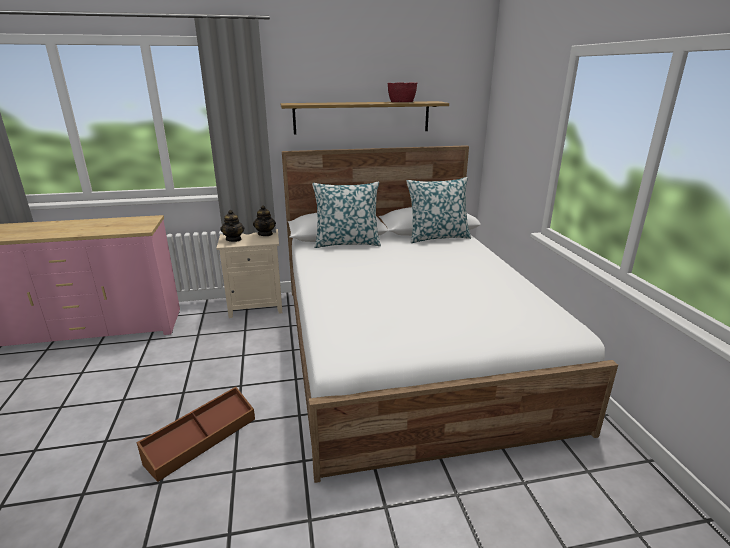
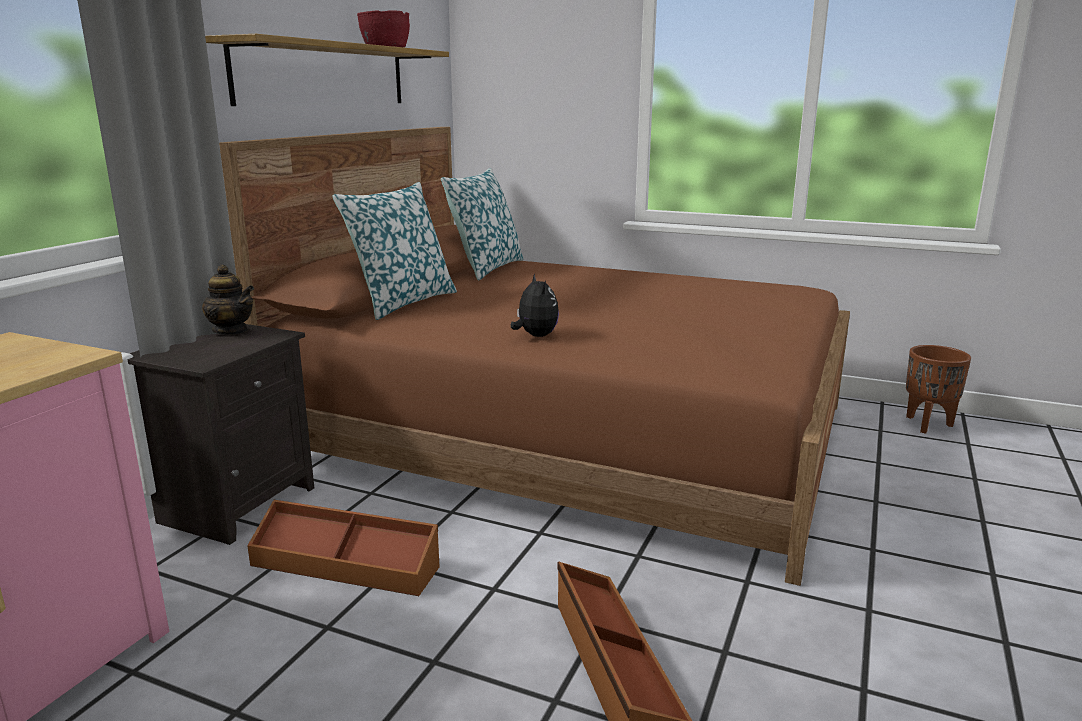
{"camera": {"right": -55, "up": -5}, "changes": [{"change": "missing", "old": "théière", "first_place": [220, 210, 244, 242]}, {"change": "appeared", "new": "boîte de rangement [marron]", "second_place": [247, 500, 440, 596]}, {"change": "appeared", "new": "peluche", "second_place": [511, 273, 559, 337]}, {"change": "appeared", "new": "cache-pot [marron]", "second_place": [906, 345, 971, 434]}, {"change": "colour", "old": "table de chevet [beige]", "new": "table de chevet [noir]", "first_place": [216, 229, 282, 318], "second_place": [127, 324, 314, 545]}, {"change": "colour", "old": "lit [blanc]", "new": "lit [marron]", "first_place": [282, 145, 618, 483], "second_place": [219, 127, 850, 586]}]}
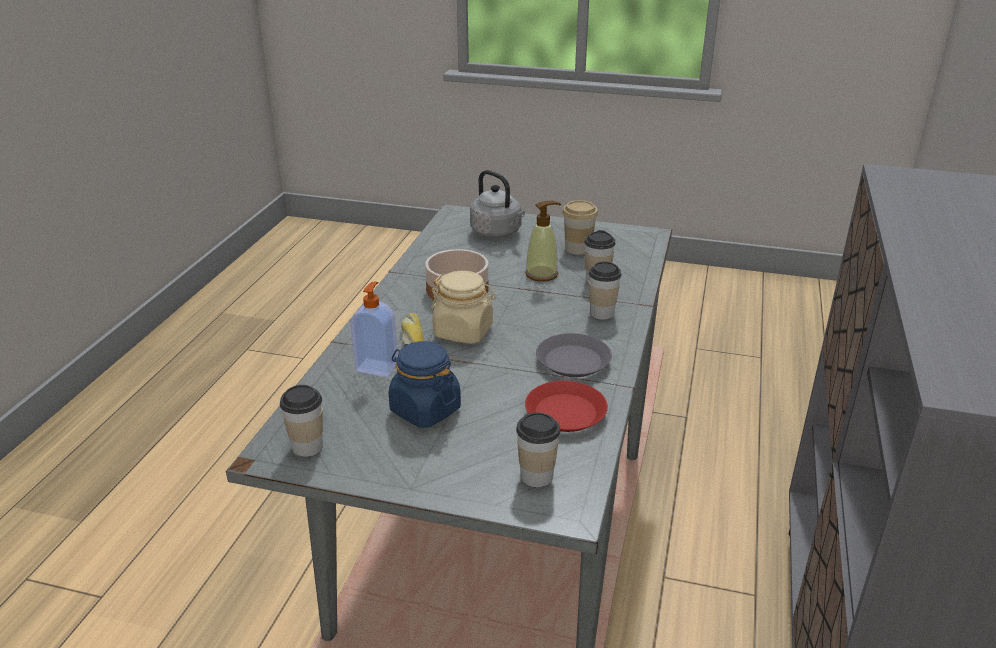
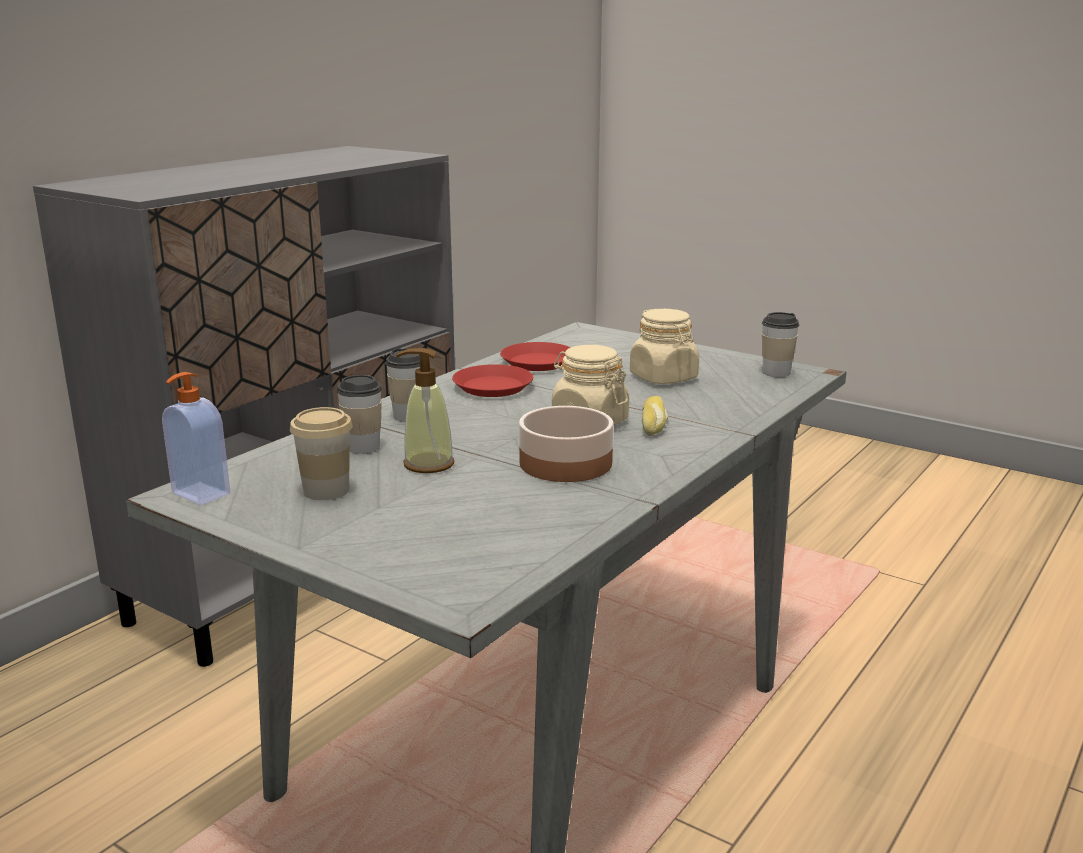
{"camera": {"right": -160, "up": -10}, "changes": [{"change": "missing", "old": "bouilloire [gris]", "first_place": [470, 170, 525, 238]}, {"change": "missing", "old": "tasse", "first_place": [516, 412, 560, 487]}, {"change": "relocated", "old": "distributeur de savon", "first_place": [350, 282, 398, 377], "second_place": [162, 372, 230, 505]}, {"change": "colour", "old": "bocal [bleu]", "new": "bocal [beige]", "first_place": [388, 341, 461, 428], "second_place": [630, 309, 699, 384]}, {"change": "colour", "old": "assiette [gris]", "new": "assiette [rouge]", "first_place": [536, 333, 612, 377], "second_place": [452, 364, 533, 397]}]}
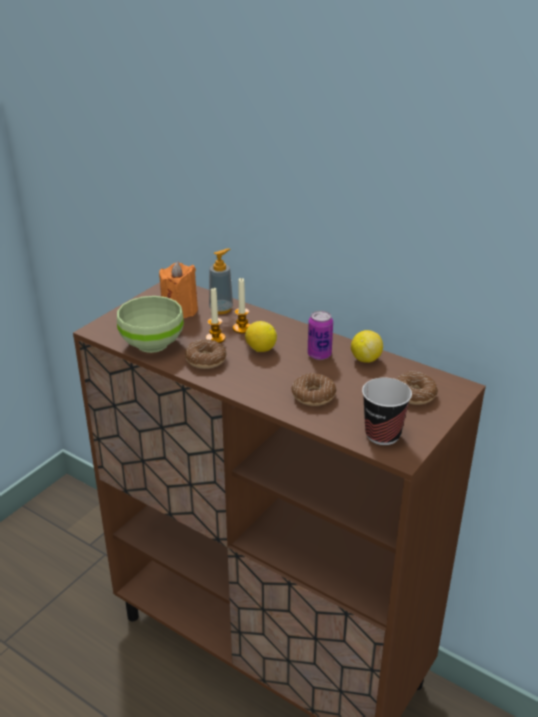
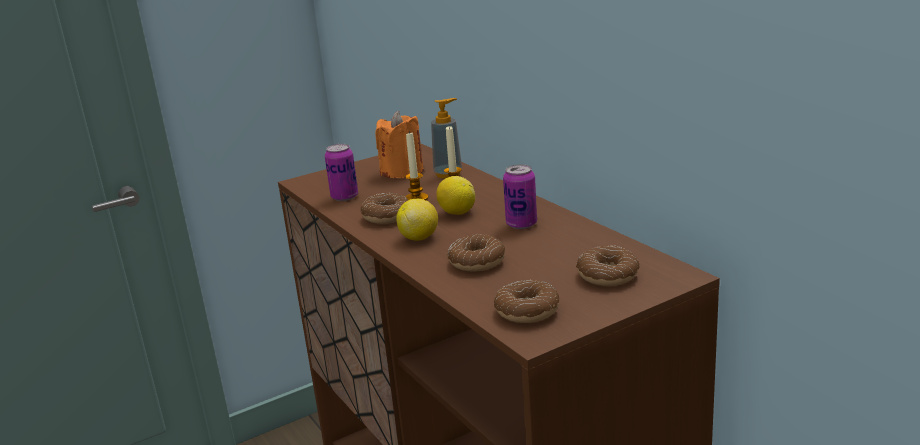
{"camera": {"right": 25, "up": -10}, "changes": [{"change": "relocated", "old": "citron", "first_place": [351, 330, 383, 363], "second_place": [396, 199, 438, 241]}, {"change": "exchanged", "old": "bol [vert]", "new": "boîte métallique", "first_place": [117, 296, 184, 353], "second_place": [325, 144, 358, 201]}, {"change": "exchanged", "old": "tasse", "new": "beignet", "first_place": [362, 378, 412, 445], "second_place": [494, 280, 560, 323]}]}
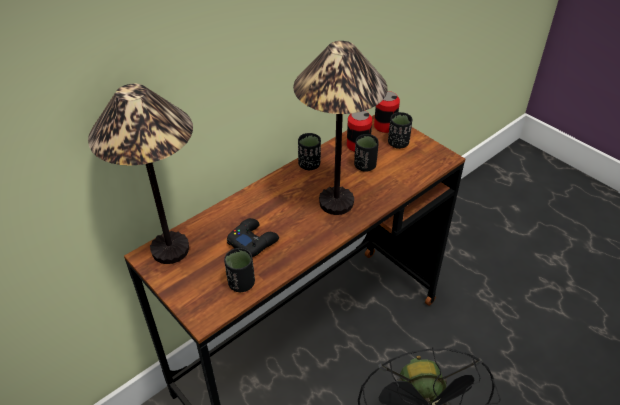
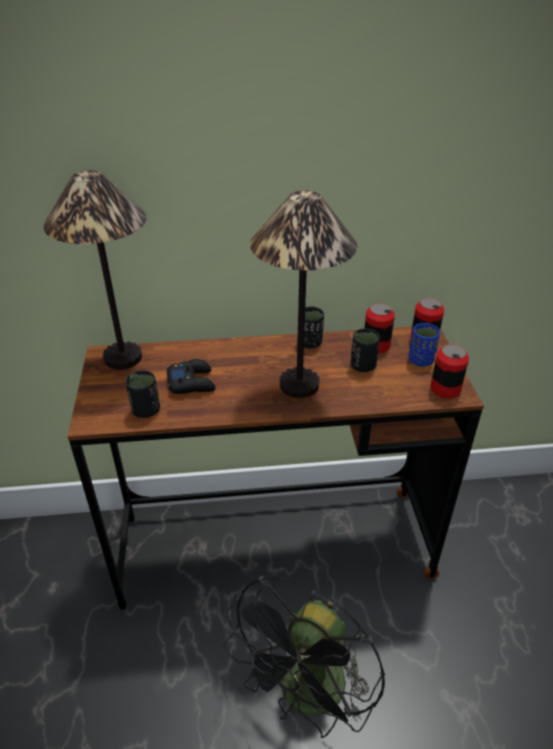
{"camera": {"right": 35, "up": -5}, "changes": [{"change": "appeared", "new": "boîte métallique", "second_place": [430, 345, 469, 399]}, {"change": "colour", "old": "tasse [noir]", "new": "tasse [bleu]", "first_place": [388, 112, 412, 149], "second_place": [408, 323, 440, 367]}]}
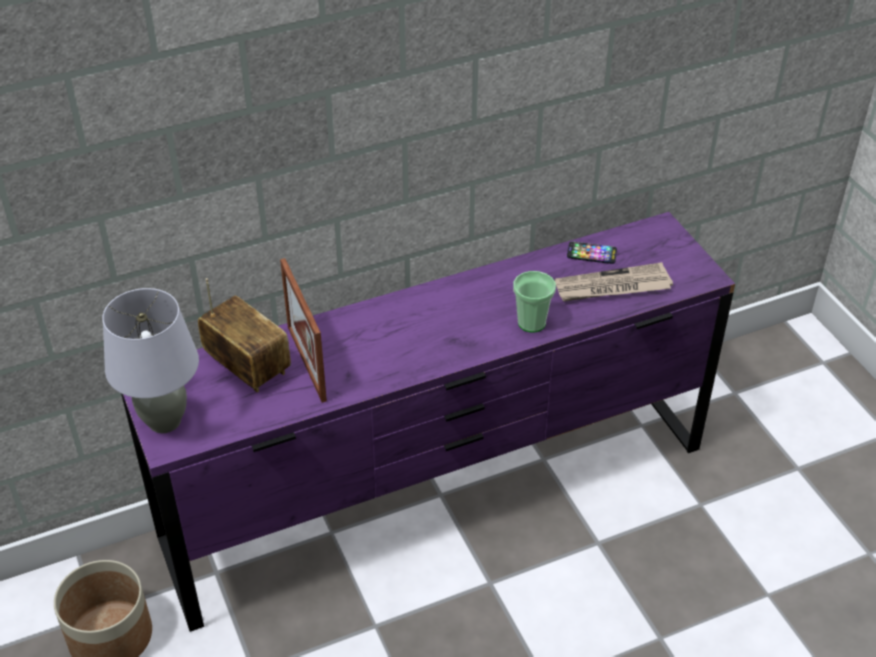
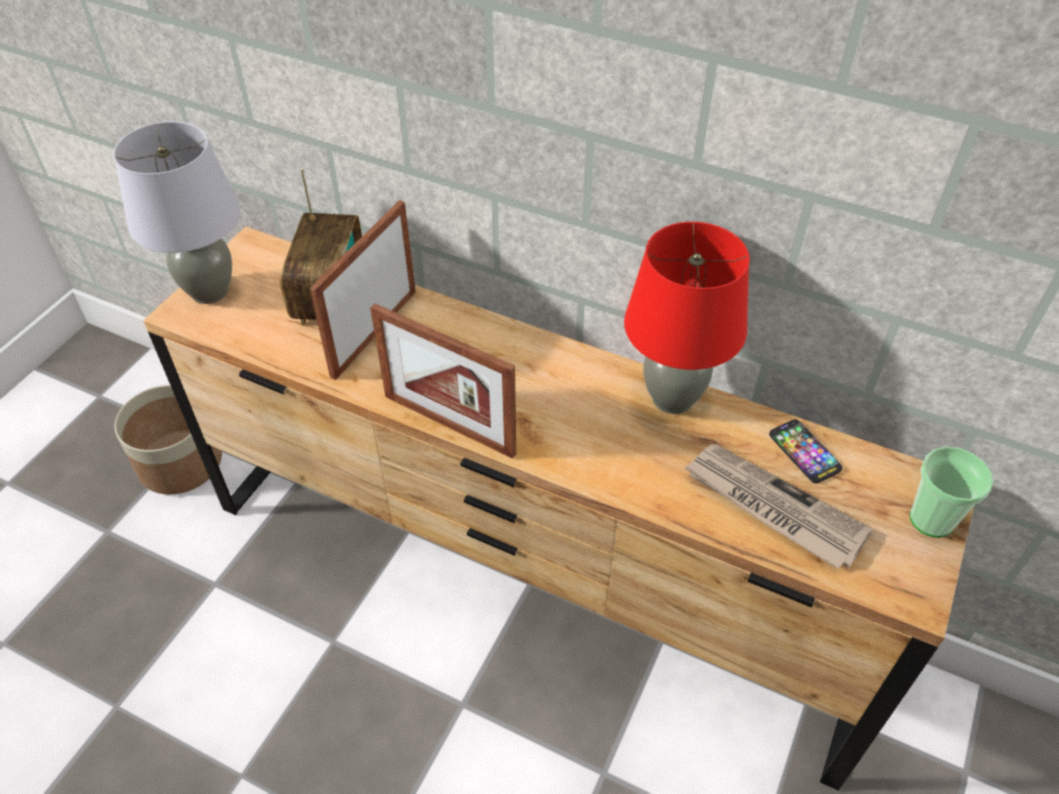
{"camera": {"right": 50, "up": 5}, "changes": [{"change": "appeared", "new": "cadre photo", "second_place": [370, 303, 516, 459]}, {"change": "appeared", "new": "lampe de table [rouge]", "second_place": [624, 222, 750, 414]}, {"change": "relocated", "old": "tasse", "first_place": [513, 271, 556, 333], "second_place": [910, 447, 993, 538]}, {"change": "colour", "old": "commode [violet]", "new": "commode [marron]", "first_place": [121, 212, 735, 632], "second_place": [143, 227, 974, 791]}]}
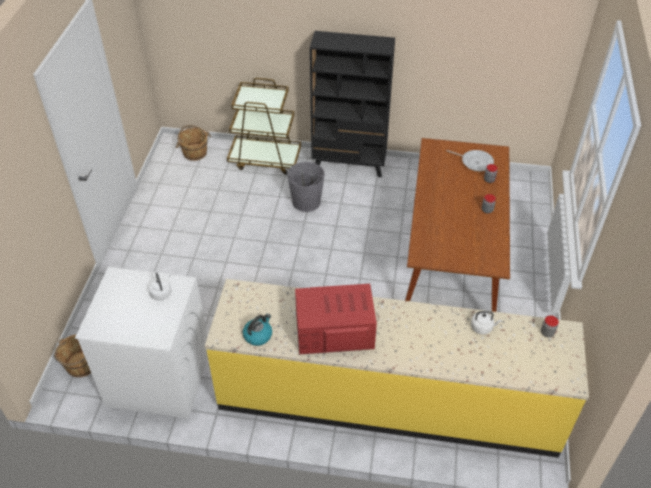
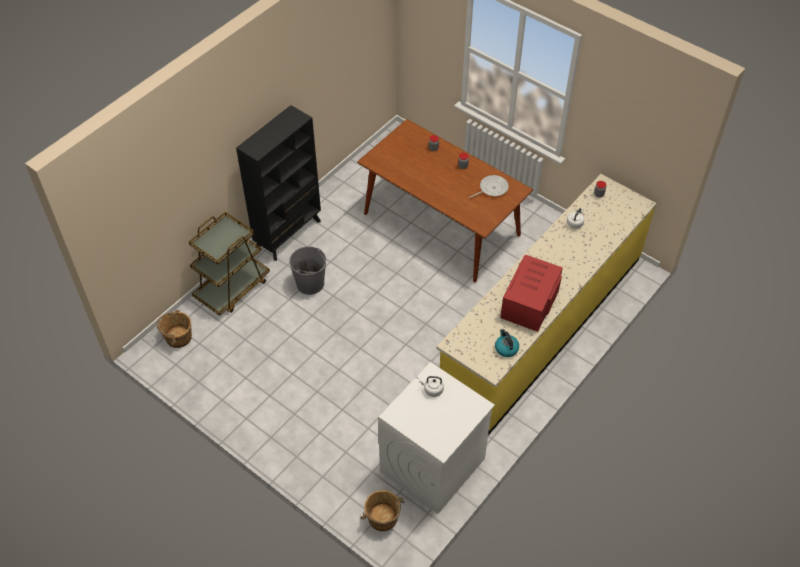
{"camera": {"right": -60, "up": 5}, "changes": [{"change": "relocated", "old": "poêle", "first_place": [447, 150, 494, 172], "second_place": [468, 175, 509, 198]}]}
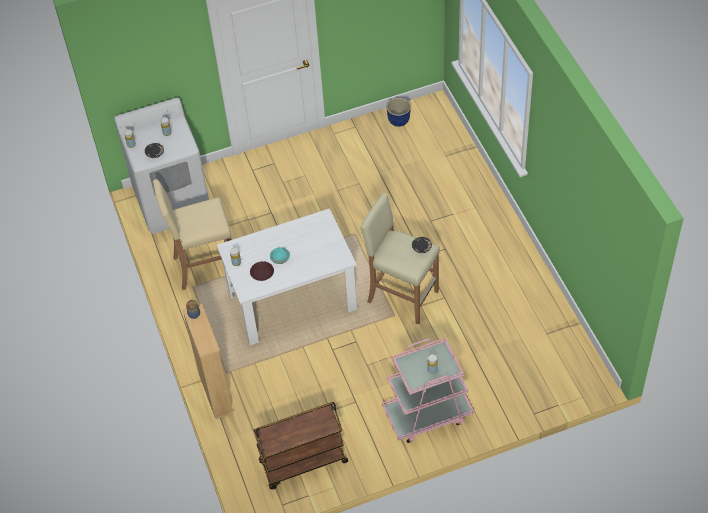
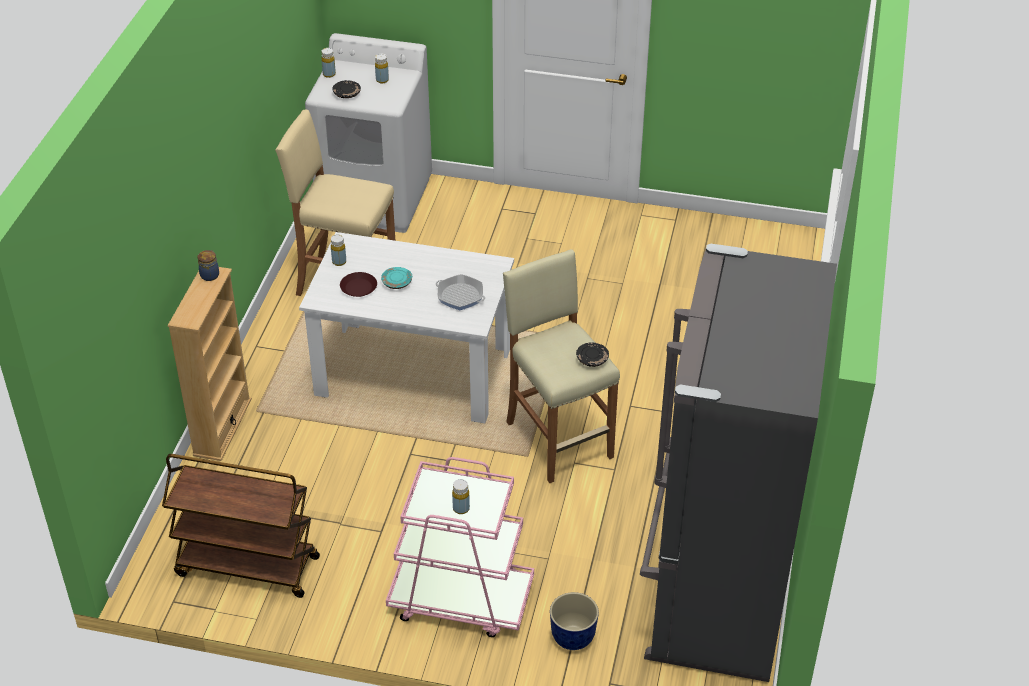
{"camera": {"right": 30, "up": -10}, "changes": [{"change": "appeared", "new": "poêle", "second_place": [436, 274, 485, 310]}, {"change": "appeared", "new": "réfrigérateur [gris]", "second_place": [640, 244, 837, 682]}, {"change": "relocated", "old": "cache-pot", "first_place": [386, 98, 411, 127], "second_place": [550, 592, 599, 650]}]}
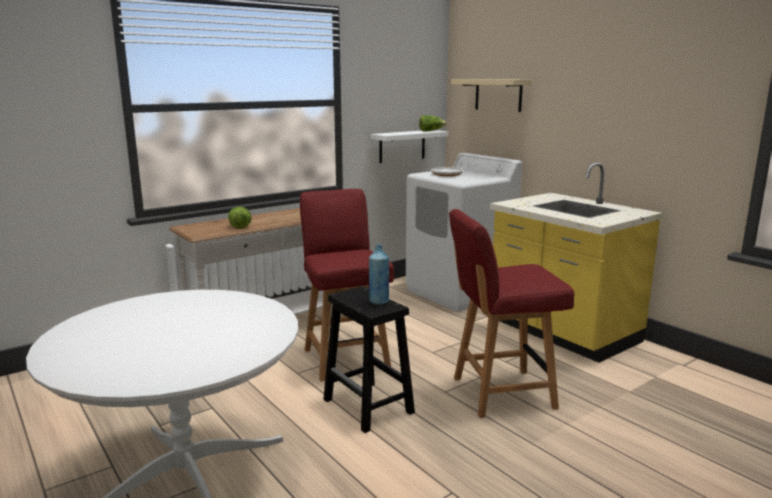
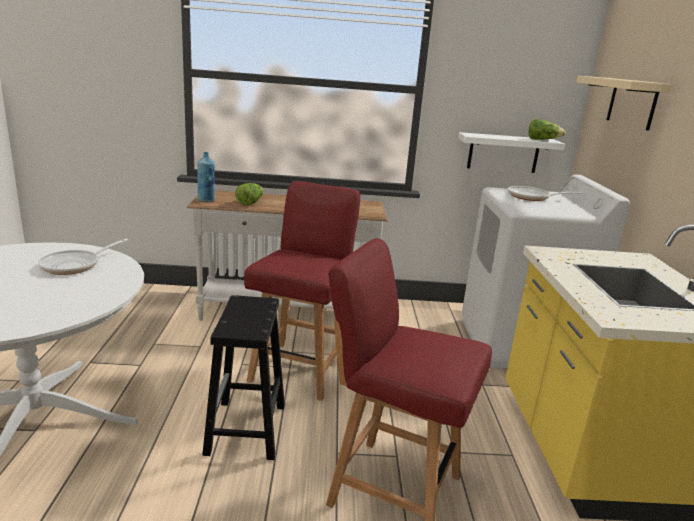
{"camera": {"right": 35, "up": 5}, "changes": [{"change": "appeared", "new": "poêle", "second_place": [38, 239, 128, 275]}, {"change": "relocated", "old": "bouteille [bleu]", "first_place": [369, 244, 389, 304], "second_place": [197, 152, 215, 202]}]}
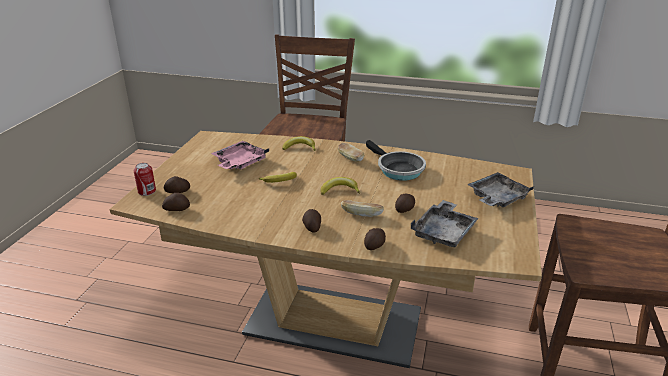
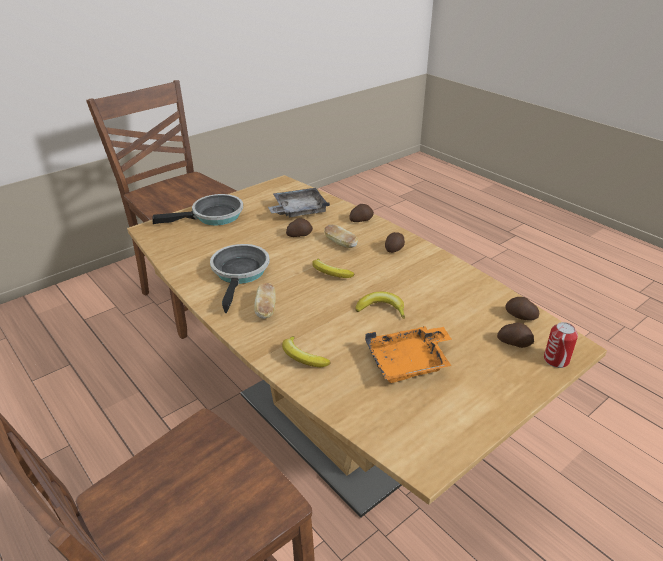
{"camera": {"right": -145, "up": 5}, "changes": [{"change": "exchanged", "old": "plateau [gris]", "new": "poêle", "first_place": [467, 172, 534, 207], "second_place": [152, 194, 243, 225]}, {"change": "colour", "old": "plateau [rose]", "new": "plateau [orange]", "first_place": [211, 141, 269, 169], "second_place": [365, 326, 451, 383]}]}
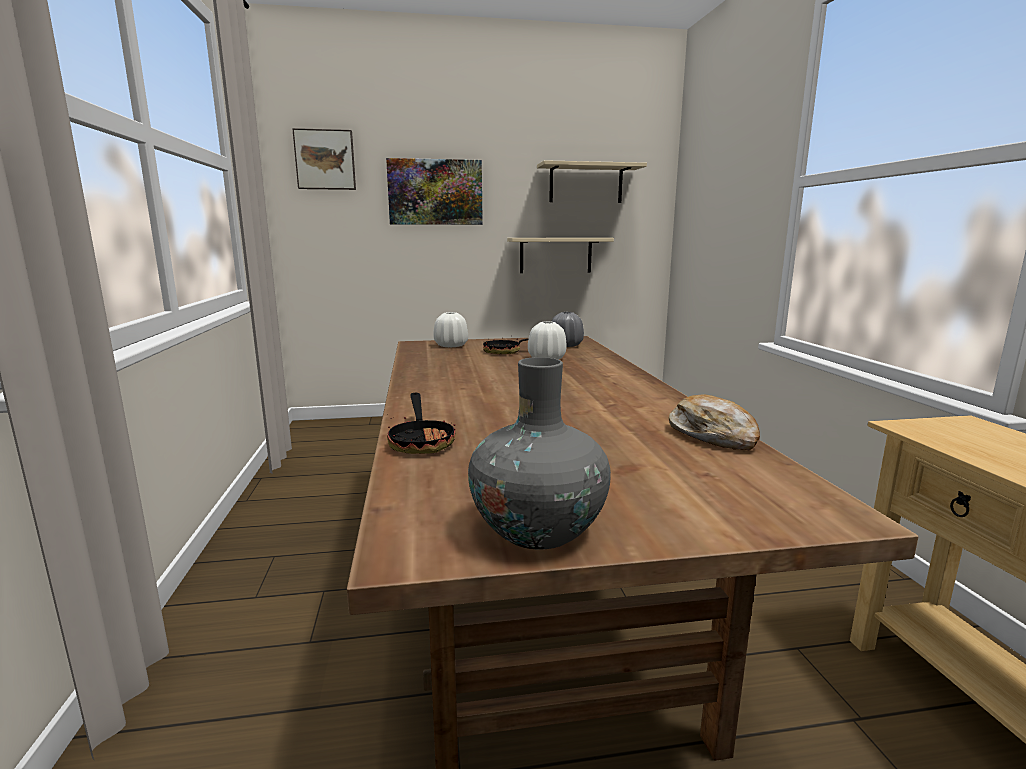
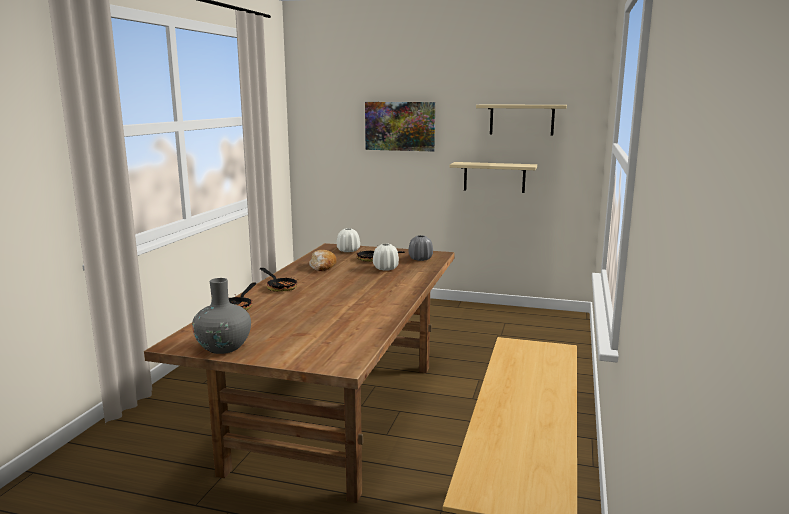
{"camera": {"right": 25, "up": 0}, "changes": [{"change": "missing", "old": "tableau", "first_place": [292, 128, 356, 190]}, {"change": "appeared", "new": "poêle", "second_place": [260, 268, 297, 292]}, {"change": "relocated", "old": "pain", "first_place": [669, 394, 760, 451], "second_place": [309, 250, 337, 271]}]}
